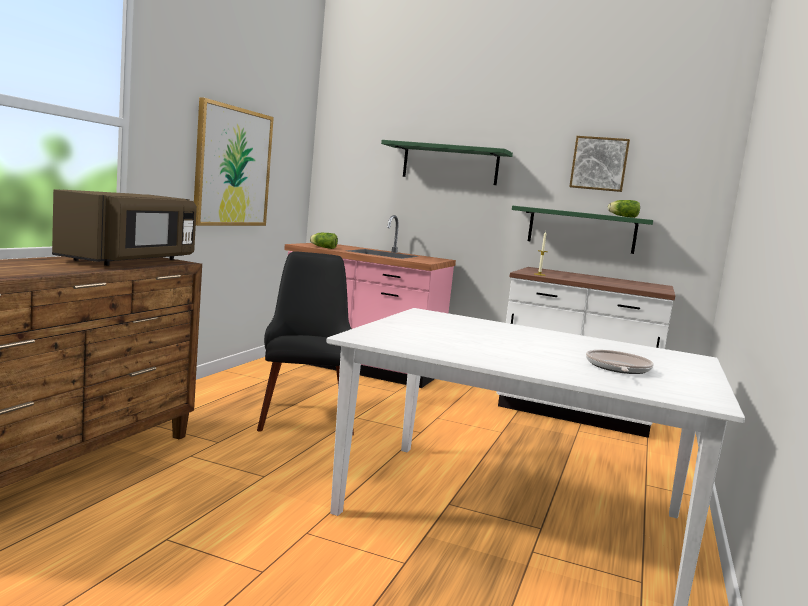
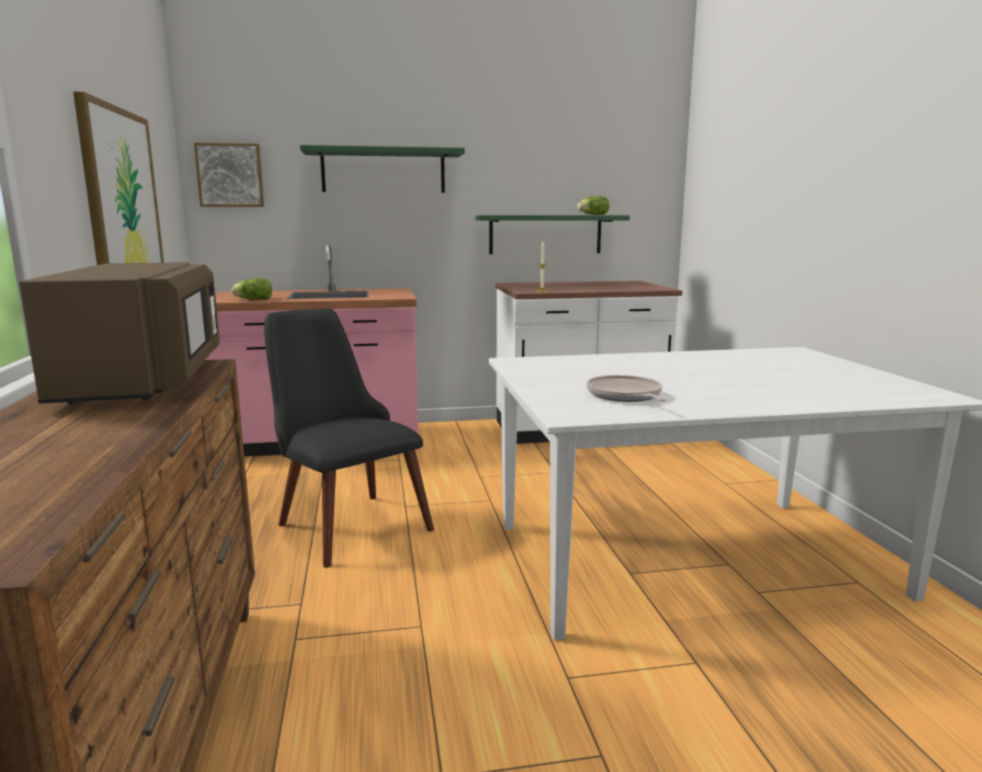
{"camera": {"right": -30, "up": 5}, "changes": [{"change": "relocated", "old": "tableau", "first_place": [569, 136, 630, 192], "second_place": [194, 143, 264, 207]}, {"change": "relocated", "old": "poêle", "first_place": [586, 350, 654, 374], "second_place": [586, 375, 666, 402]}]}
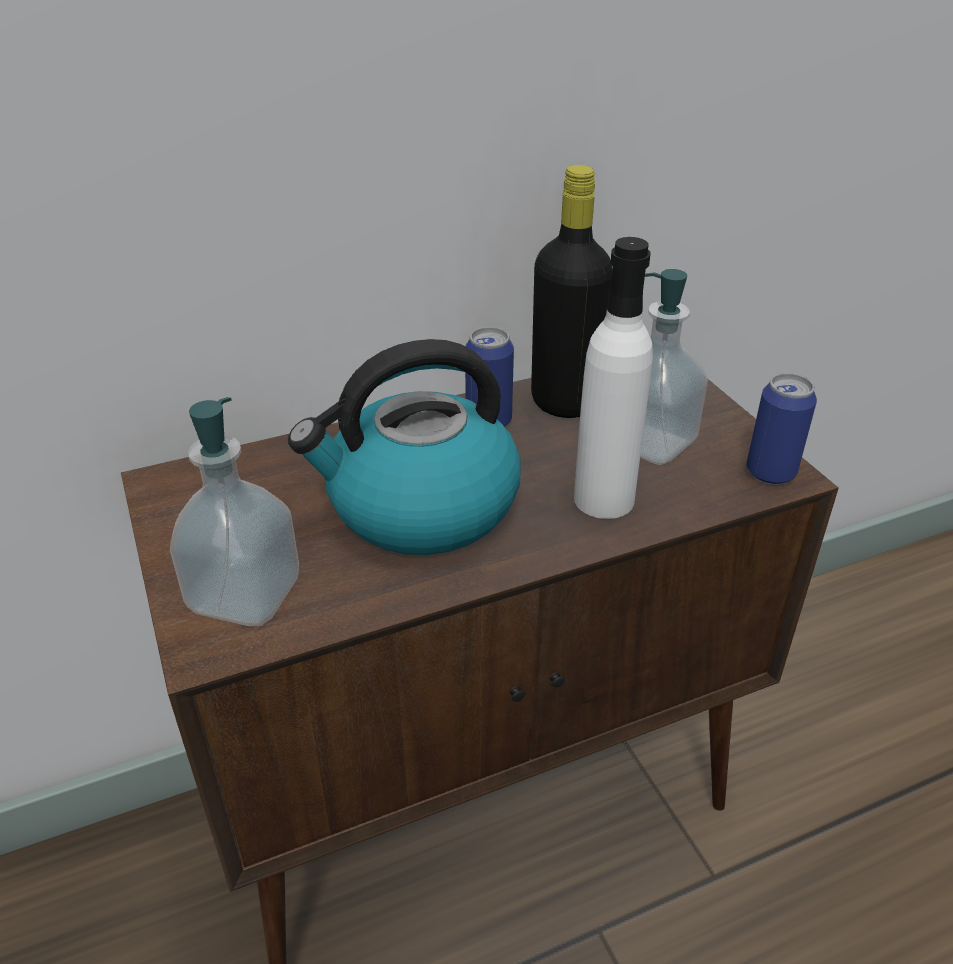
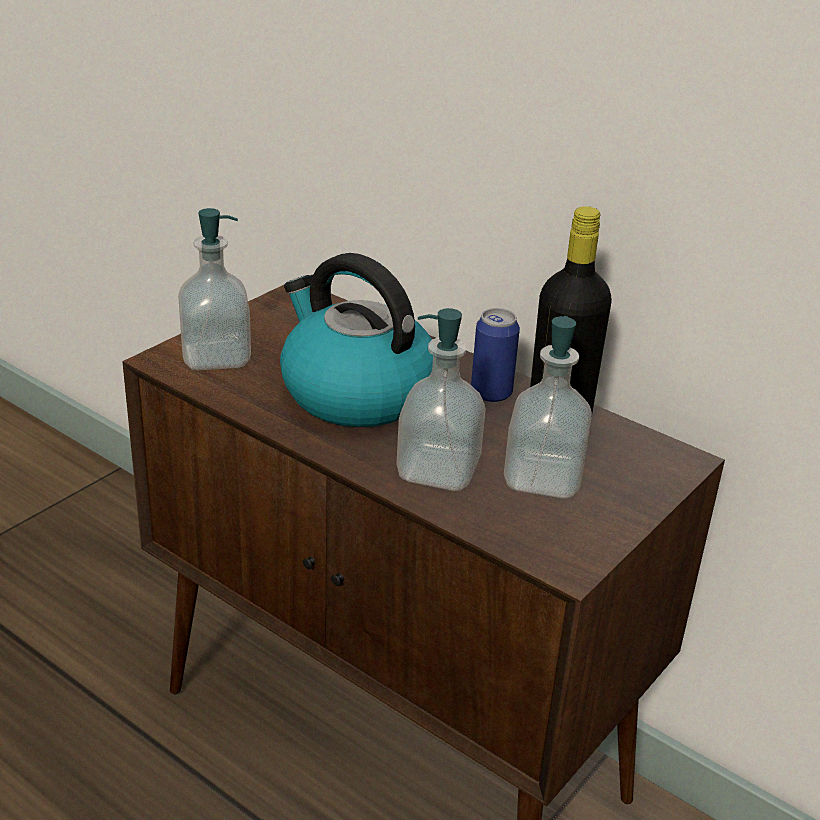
{"camera": {"right": 60, "up": -5}, "changes": [{"change": "missing", "old": "boîte métallique", "first_place": [747, 373, 817, 485]}, {"change": "exchanged", "old": "bouteille [blanc]", "new": "distributeur de savon", "first_place": [574, 237, 653, 519], "second_place": [397, 308, 486, 491]}]}
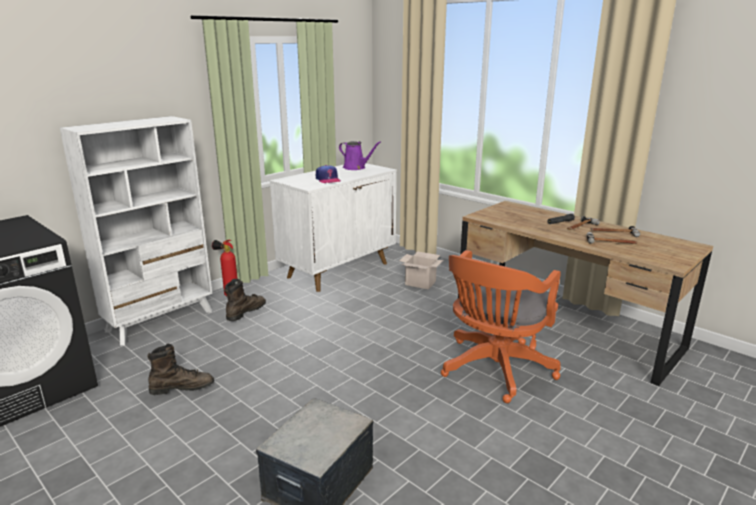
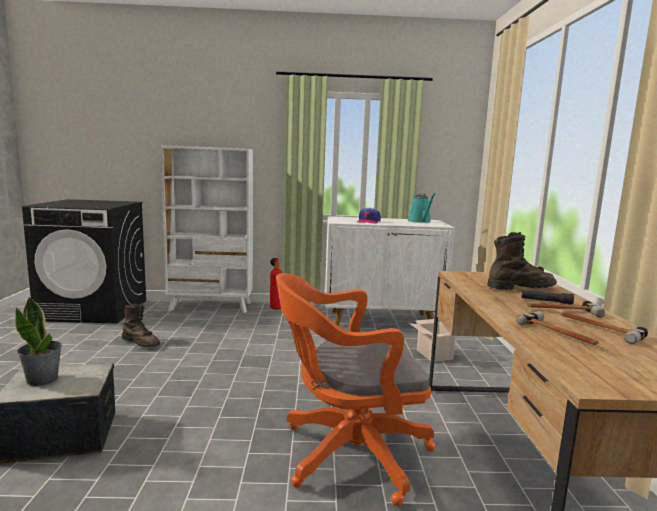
{"camera": {"right": 45, "up": -10}, "changes": [{"change": "appeared", "new": "plante en pot", "second_place": [15, 296, 62, 386]}, {"change": "relocated", "old": "botte [marron]", "first_place": [224, 279, 266, 321], "second_place": [487, 232, 557, 290]}, {"change": "colour", "old": "arrosoir [violet]", "new": "arrosoir [turquoise]", "first_place": [339, 141, 381, 170], "second_place": [408, 193, 435, 223]}]}
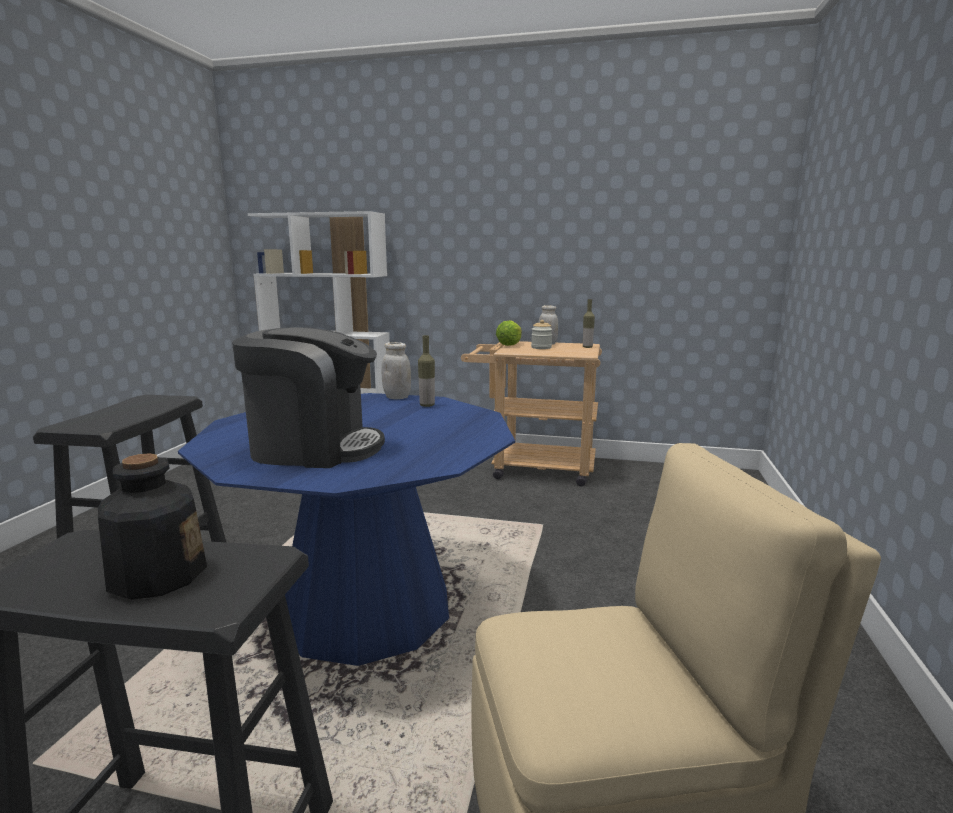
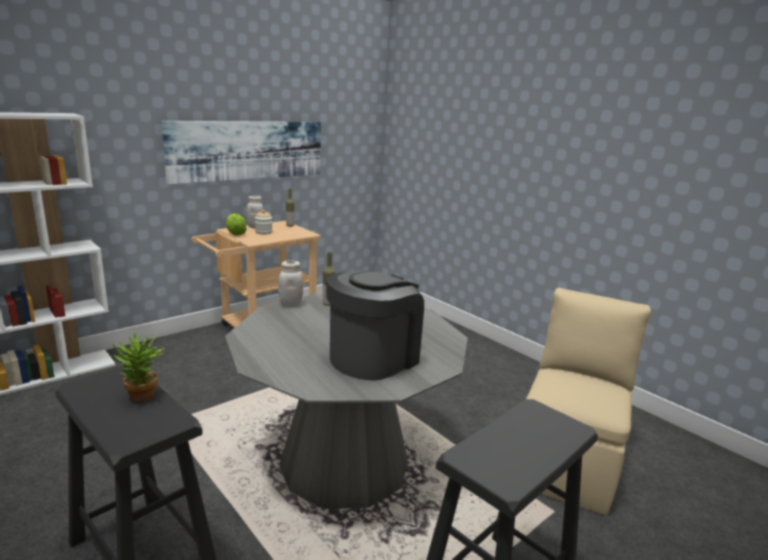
{"camera": {"right": -55, "up": 5}, "changes": [{"change": "missing", "old": "bouteille", "first_place": [98, 453, 207, 600]}, {"change": "appeared", "new": "plante en pot", "second_place": [113, 331, 165, 402]}, {"change": "appeared", "new": "tableau", "second_place": [161, 121, 321, 184]}, {"change": "colour", "old": "table à manger [bleu]", "new": "table à manger [gris]", "first_place": [178, 393, 515, 666], "second_place": [225, 294, 468, 509]}]}
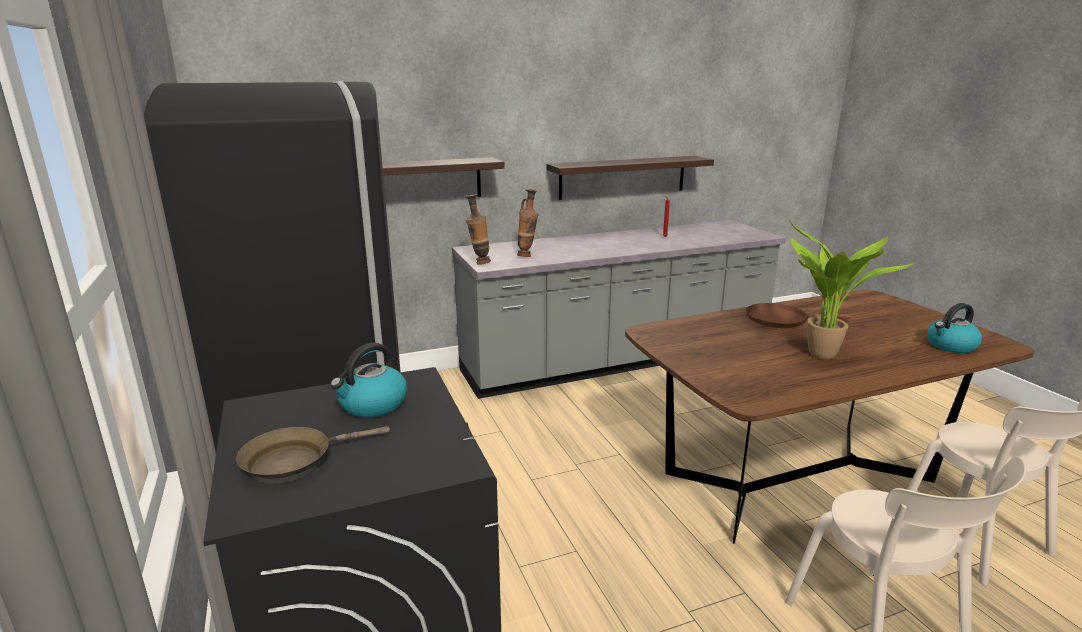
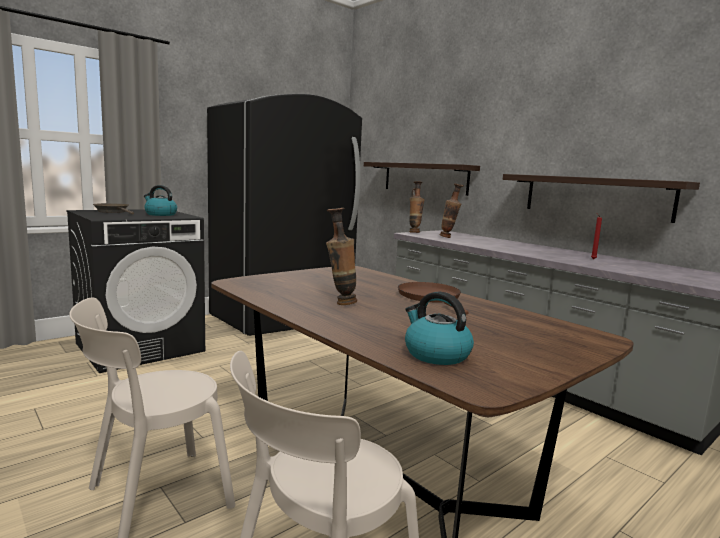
{"camera": {"right": 70, "up": -10}, "changes": [{"change": "exchanged", "old": "plante en pot", "new": "vase", "first_place": [788, 218, 914, 359], "second_place": [326, 208, 357, 305]}]}
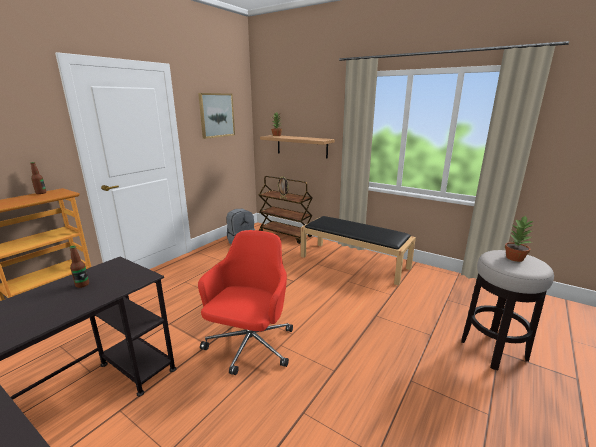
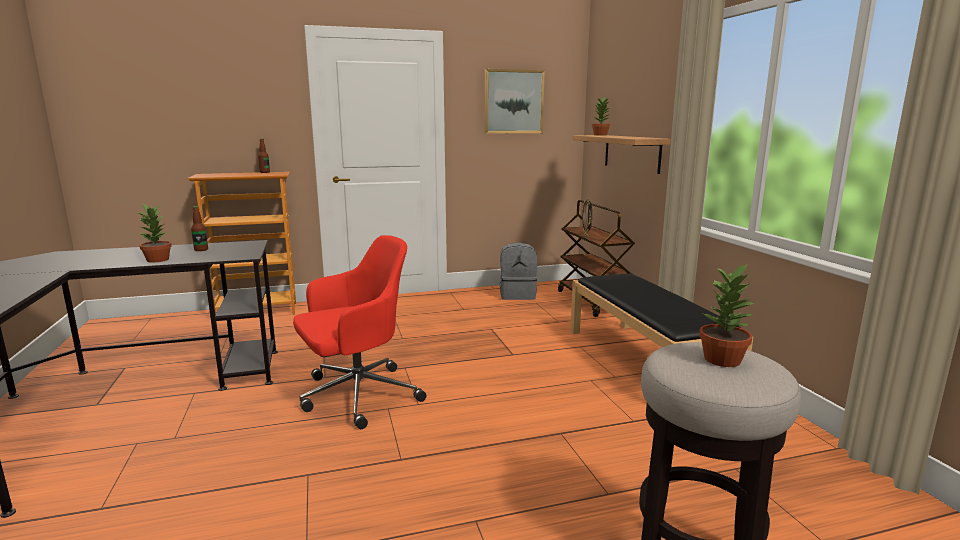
{"camera": {"right": 40, "up": -5}, "changes": [{"change": "appeared", "new": "plante en pot", "second_place": [137, 204, 172, 263]}]}
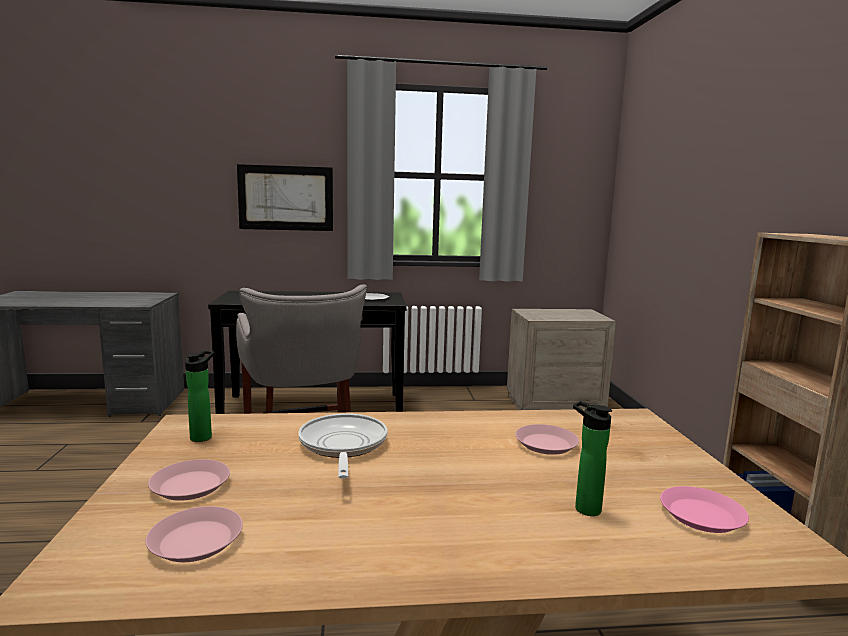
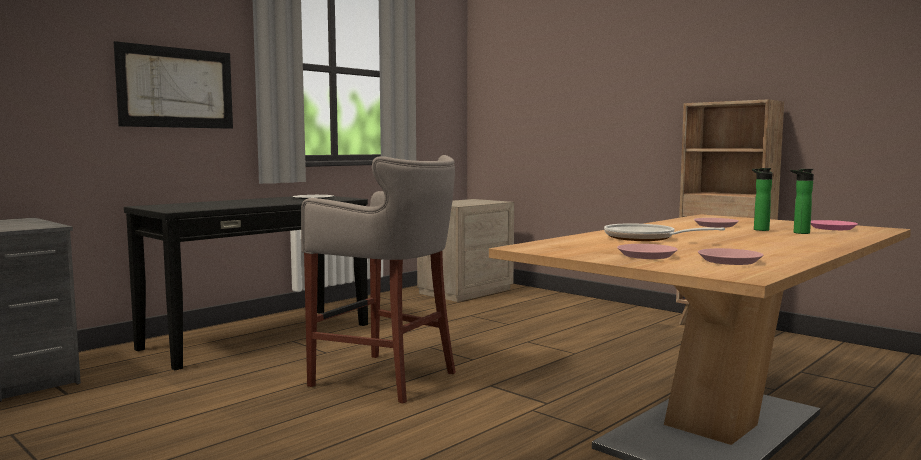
{"camera": {"right": -40, "up": -5}, "changes": [{"change": "relocated", "old": "bouteille", "first_place": [185, 350, 214, 442], "second_place": [752, 168, 773, 231]}]}
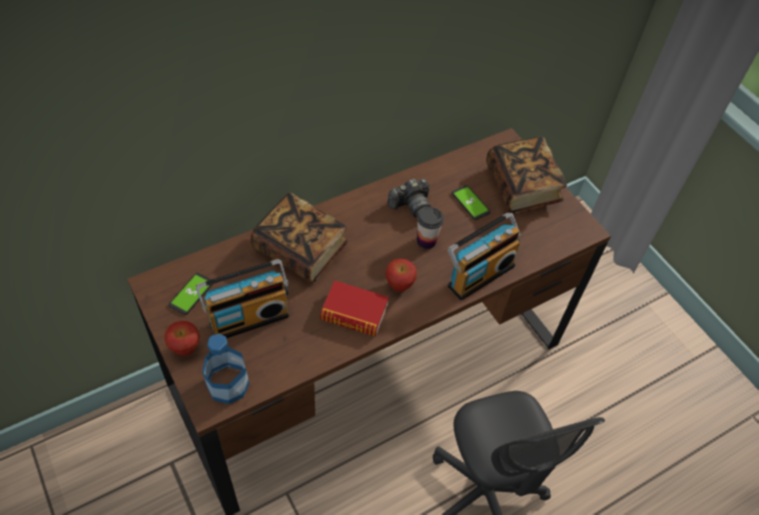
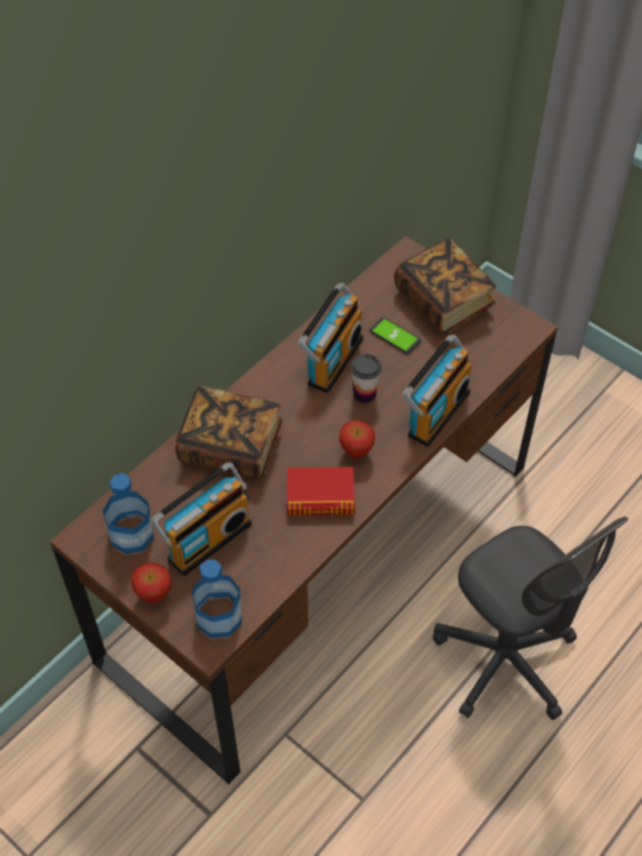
{"camera": {"right": -15, "up": 0}, "changes": [{"change": "exchanged", "old": "téléphone", "new": "bouteille", "first_place": [168, 273, 213, 315], "second_place": [102, 473, 154, 554]}, {"change": "exchanged", "old": "appareil photo", "new": "radio", "first_place": [388, 179, 431, 217], "second_place": [298, 283, 363, 393]}]}
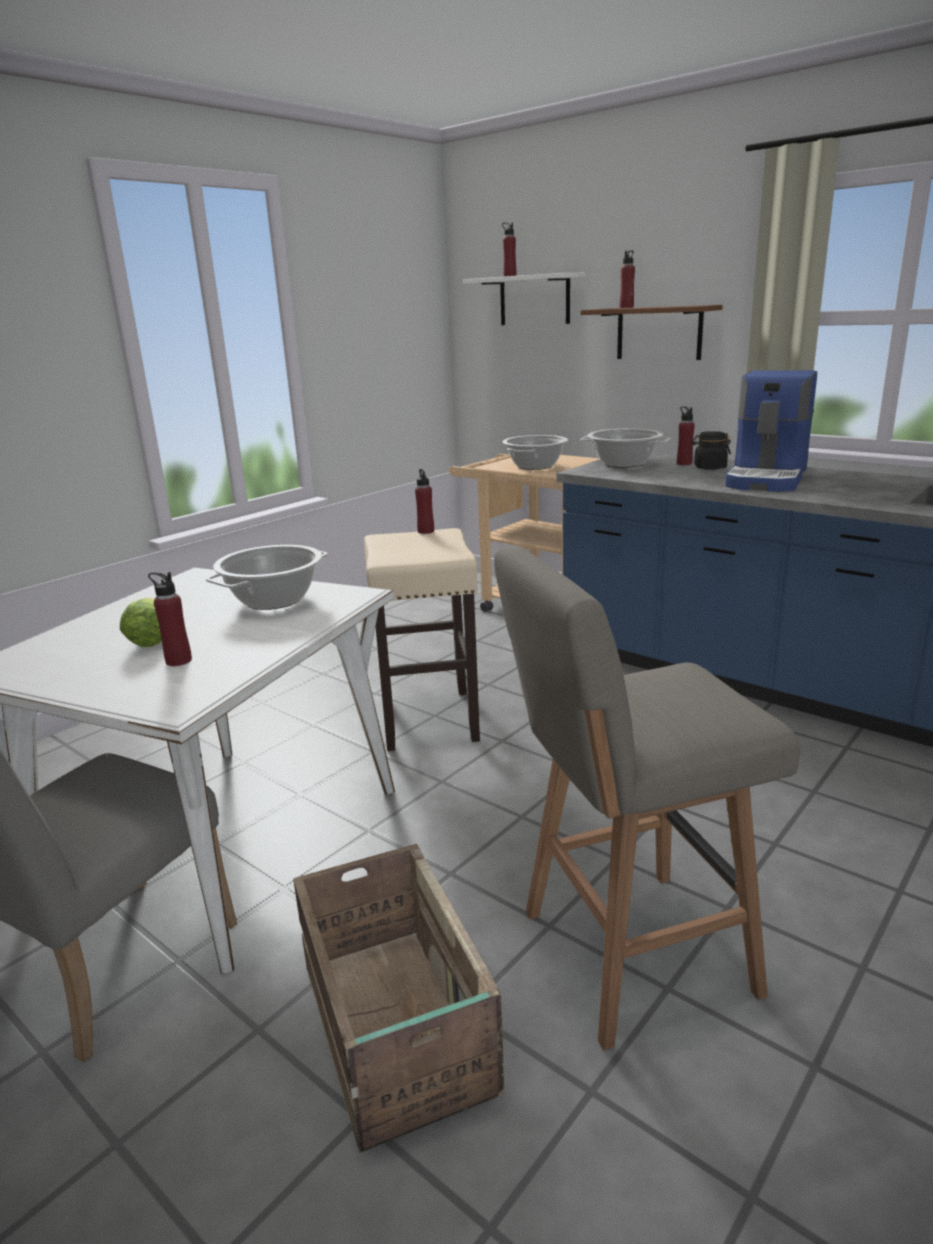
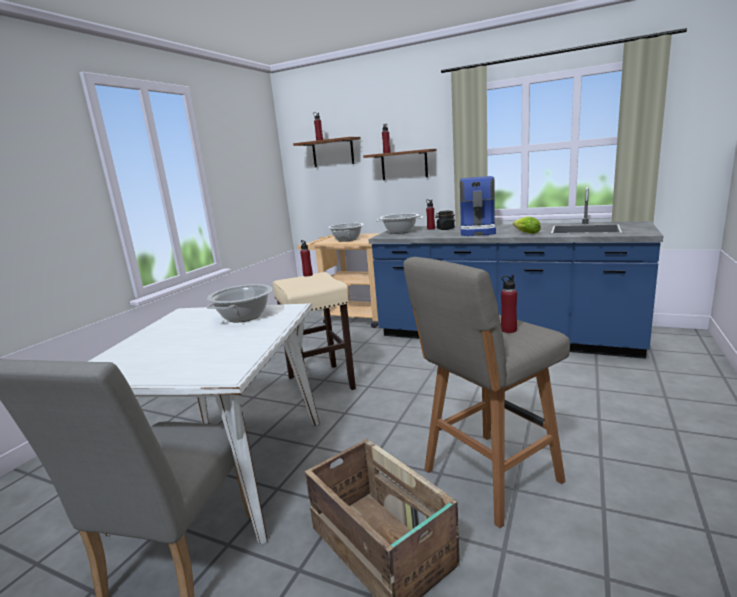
{"camera": {"right": -15, "up": -5}, "changes": [{"change": "relocated", "old": "laitue", "first_place": [120, 598, 162, 647], "second_place": [513, 217, 541, 234]}, {"change": "relocated", "old": "bouteille [rouge]", "first_place": [148, 572, 192, 666], "second_place": [501, 275, 517, 333]}, {"change": "colour", "old": "étagère [blanc]", "new": "étagère [marron]", "first_place": [463, 273, 585, 325], "second_place": [293, 137, 361, 167]}]}
